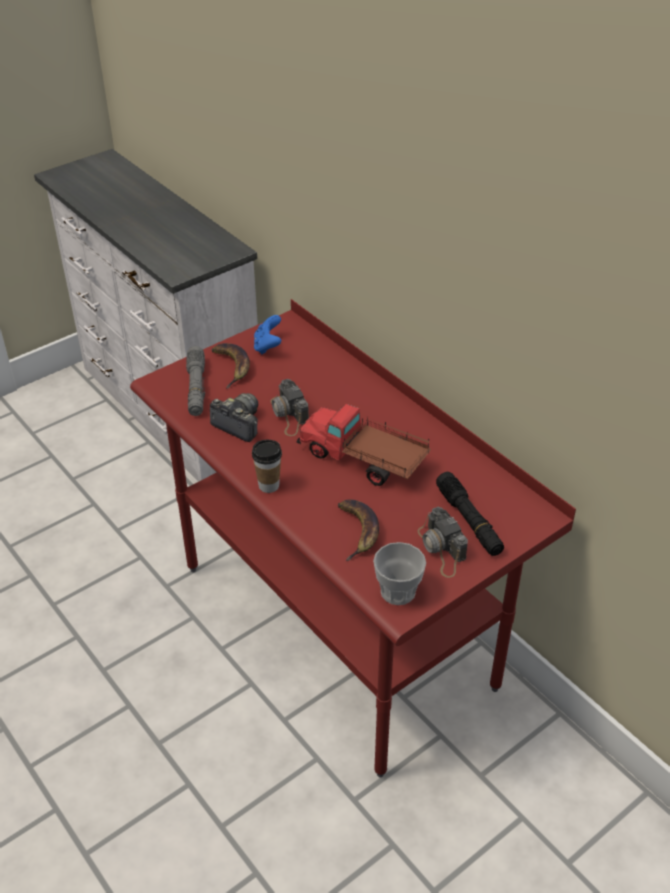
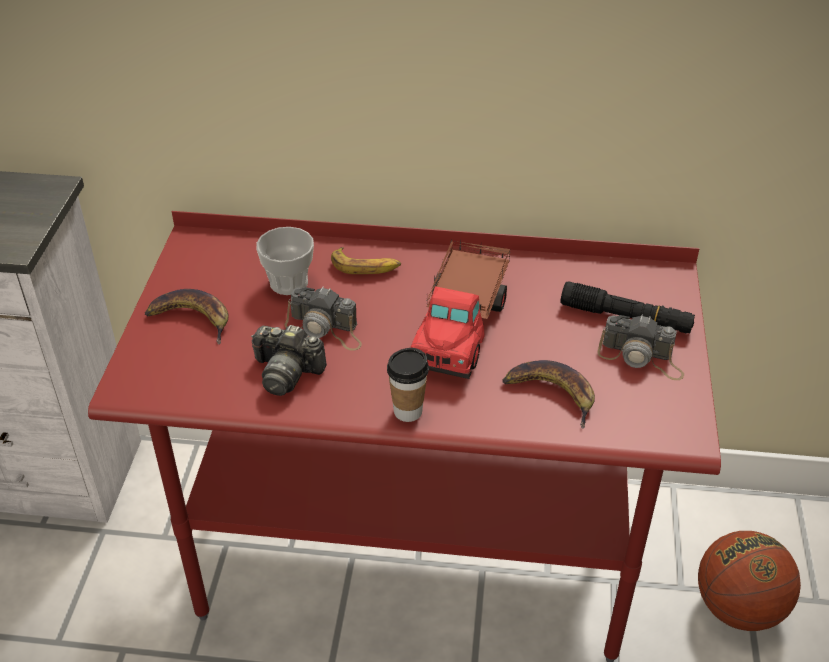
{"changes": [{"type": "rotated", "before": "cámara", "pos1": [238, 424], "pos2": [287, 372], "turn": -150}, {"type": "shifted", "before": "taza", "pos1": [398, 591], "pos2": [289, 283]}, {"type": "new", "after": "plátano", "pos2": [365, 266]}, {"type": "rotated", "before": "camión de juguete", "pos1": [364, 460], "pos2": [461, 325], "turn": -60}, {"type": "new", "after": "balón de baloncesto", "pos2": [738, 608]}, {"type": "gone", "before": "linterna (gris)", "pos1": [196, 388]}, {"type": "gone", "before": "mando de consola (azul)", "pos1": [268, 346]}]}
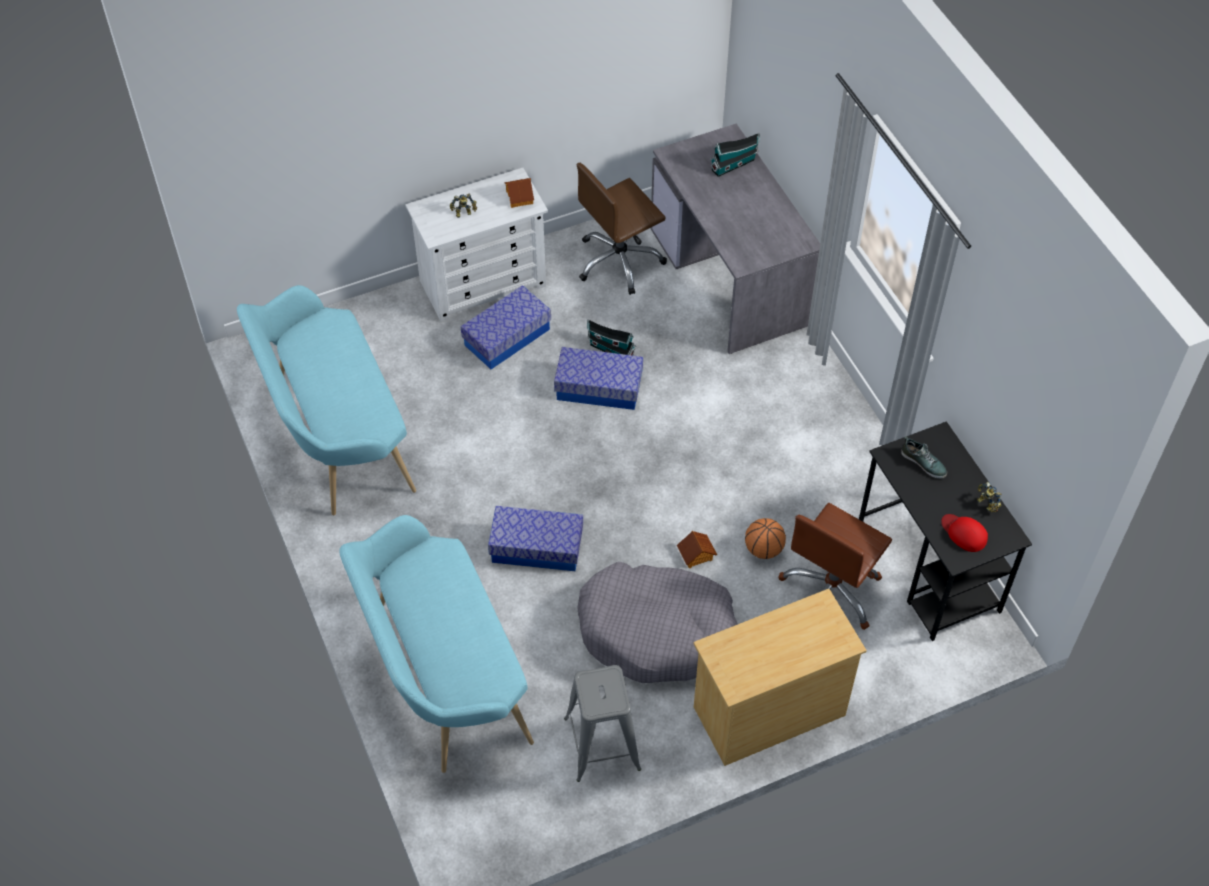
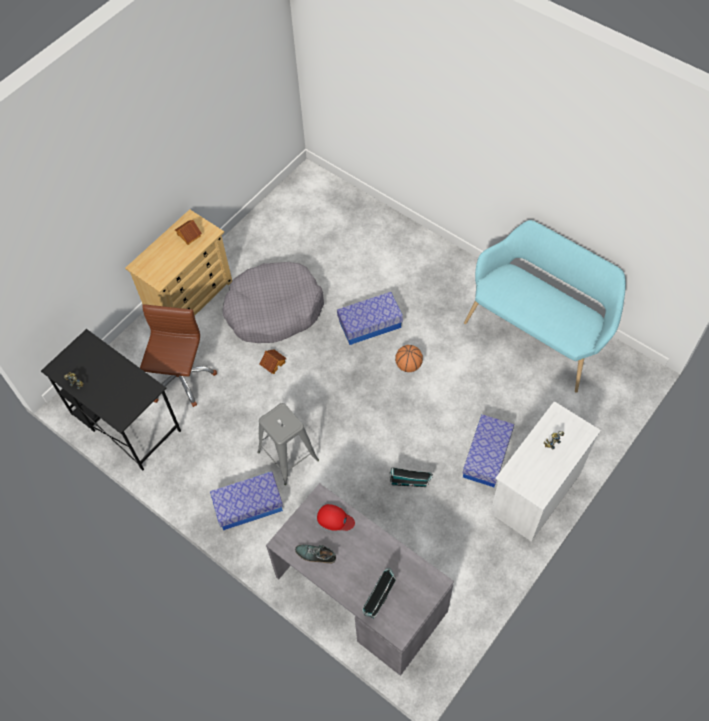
{"changes": [{"type": "shifted", "before": "casita", "pos1": [520, 197], "pos2": [188, 235]}, {"type": "shifted", "before": "caja de almacenaje", "pos1": [599, 388], "pos2": [248, 506]}, {"type": "shifted", "before": "taburete (gris)", "pos1": [602, 743], "pos2": [288, 456]}, {"type": "shifted", "before": "zapato", "pos1": [924, 462], "pos2": [315, 555]}, {"type": "shifted", "before": "gorra (rojo)", "pos1": [964, 533], "pos2": [335, 519]}, {"type": "shifted", "before": "balón de baloncesto", "pos1": [763, 549], "pos2": [408, 365]}, {"type": "gone", "before": "banco (turquesa)", "pos1": [442, 677]}, {"type": "gone", "before": "silla de oficina (marrón)", "pos1": [619, 261]}]}
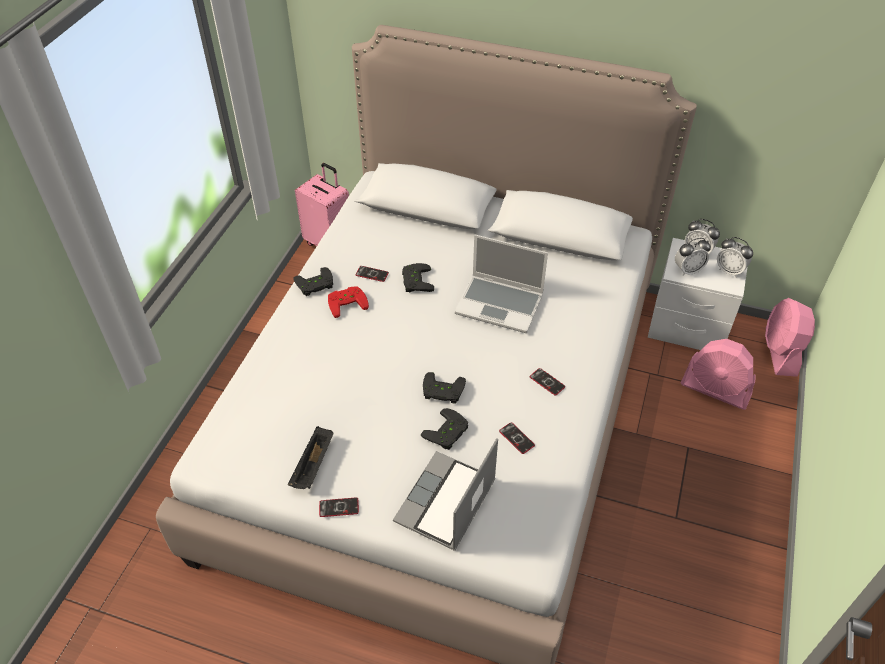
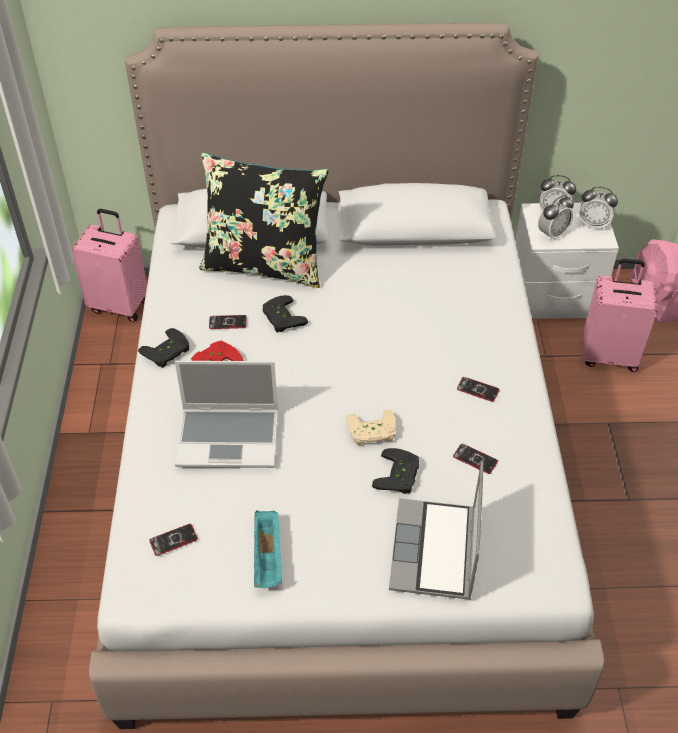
{"changes": [{"type": "shifted", "before": "móvil", "pos1": [339, 507], "pos2": [173, 540]}, {"type": "shifted", "before": "portátil", "pos1": [500, 304], "pos2": [230, 438]}, {"type": "new", "after": "cojín (negro)", "pos2": [264, 264]}, {"type": "repainted", "before": "bandeja (negro)", "after": "bandeja (turquesa)", "pos1": [313, 466], "pos2": [268, 557]}, {"type": "repainted", "before": "mando de consola (negro)", "after": "mando de consola (beis)", "pos1": [442, 392], "pos2": [372, 432]}, {"type": "swapped", "before": "ventilador (rosa)", "after": "maleta (rosa)", "pos1": [715, 390], "pos2": [609, 355]}]}
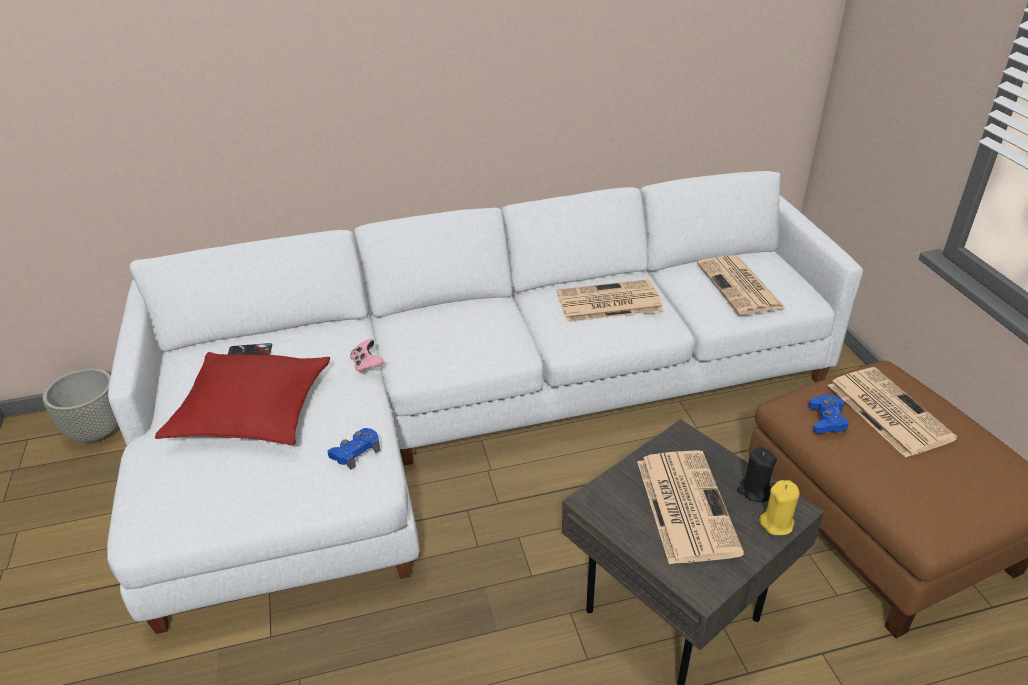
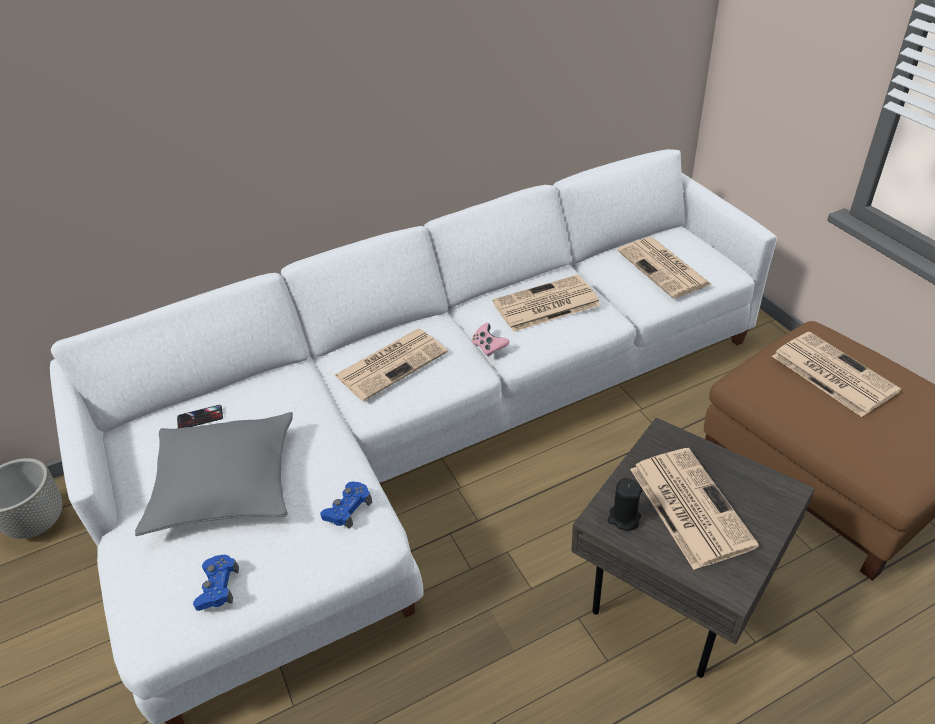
{"changes": [{"type": "repainted", "before": "cojín (rojo)", "after": "cojín (gris)", "pos1": [252, 411], "pos2": [225, 484]}, {"type": "shifted", "before": "mando de consola (azul)", "pos1": [826, 420], "pos2": [218, 587]}, {"type": "new", "after": "periódico", "pos2": [392, 363]}, {"type": "shifted", "before": "mando de consola (rosa)", "pos1": [367, 364], "pos2": [489, 347]}, {"type": "shifted", "before": "vela (negro)", "pos1": [754, 491], "pos2": [624, 518]}, {"type": "gone", "before": "vela (amarillo)", "pos1": [776, 523]}]}
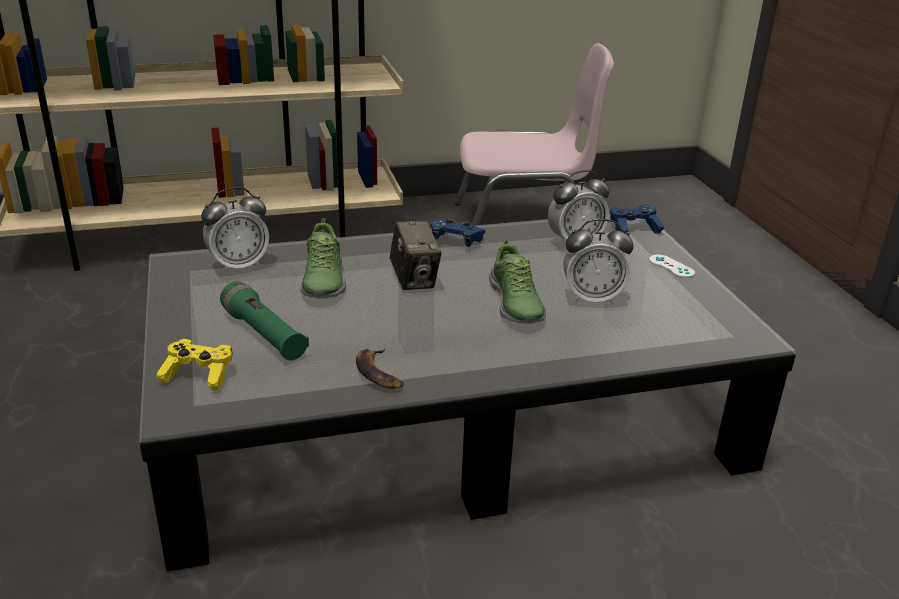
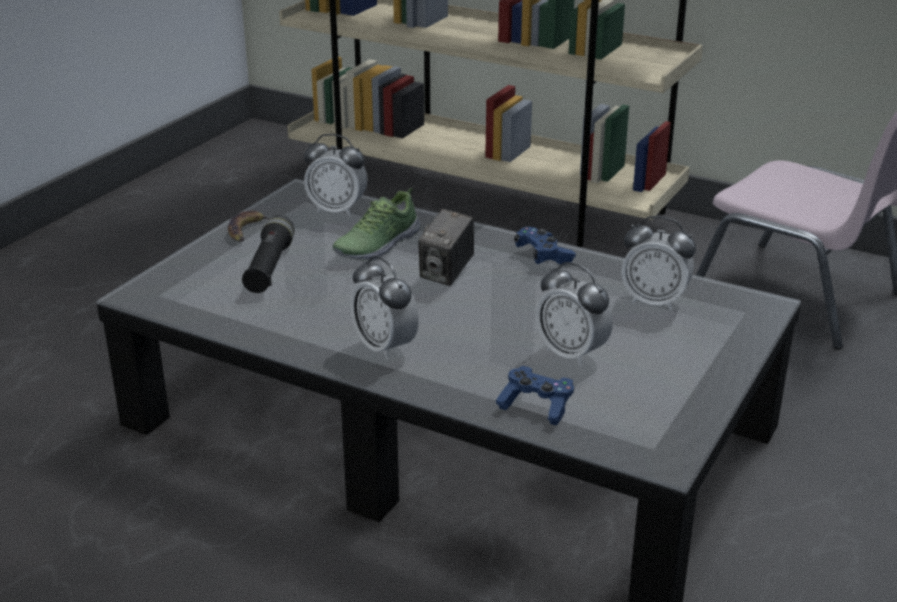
{"changes": [{"type": "shifted", "before": "plátano", "pos1": [379, 373], "pos2": [248, 230]}, {"type": "repainted", "before": "linterna (verde)", "after": "linterna (negro)", "pos1": [264, 334], "pos2": [269, 267]}, {"type": "new", "after": "despertador", "pos2": [385, 347]}, {"type": "shifted", "before": "mando de consola (azul)", "pos1": [634, 229], "pos2": [536, 406]}, {"type": "gone", "before": "mando de consola (amarillo)", "pos1": [198, 375]}, {"type": "gone", "before": "zapato", "pos1": [515, 304]}, {"type": "gone", "before": "mando de consola (blanco)", "pos1": [671, 266]}]}
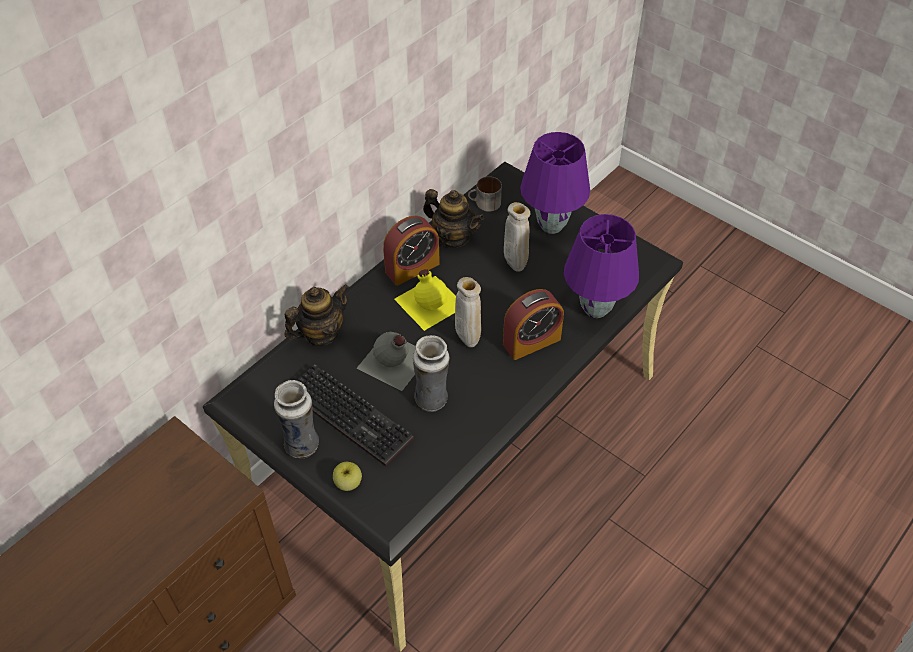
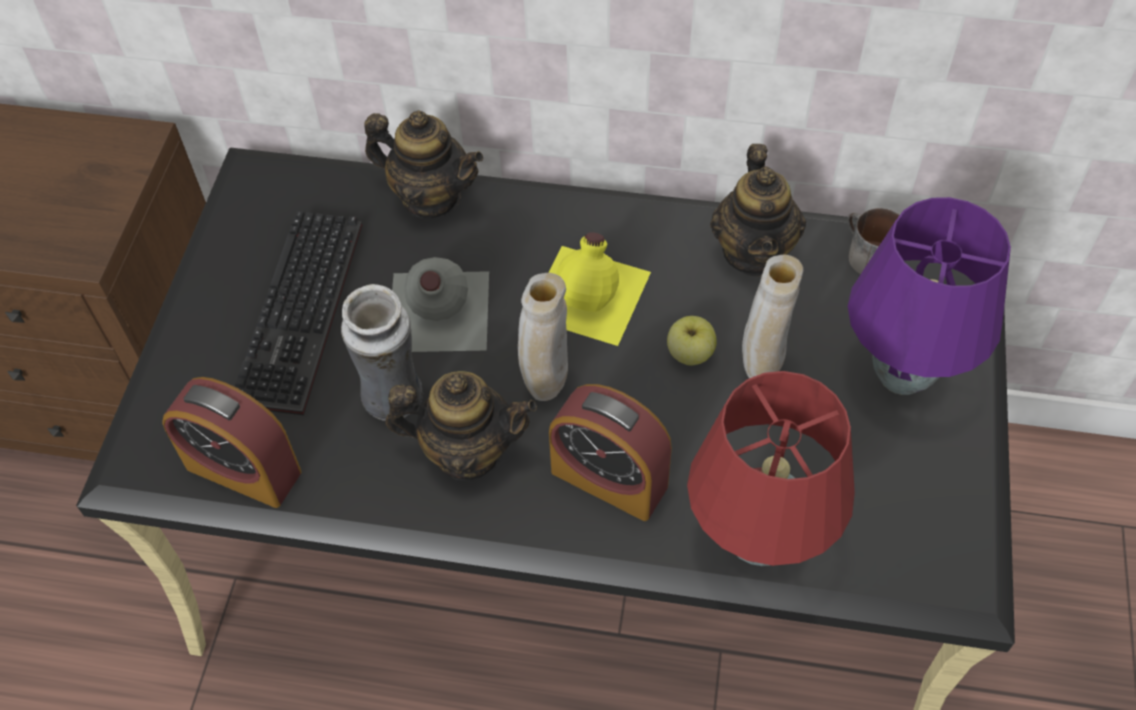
{"changes": [{"type": "shifted", "before": "despertador", "pos1": [412, 268], "pos2": [243, 469]}, {"type": "new", "after": "tetera", "pos2": [467, 451]}, {"type": "shifted", "before": "manzana", "pos1": [348, 483], "pos2": [690, 353]}, {"type": "repainted", "before": "lámpara de mesa (morado)", "after": "lámpara de mesa (rojo)", "pos1": [594, 309], "pos2": [757, 541]}, {"type": "gone", "before": "florero", "pos1": [302, 444]}]}
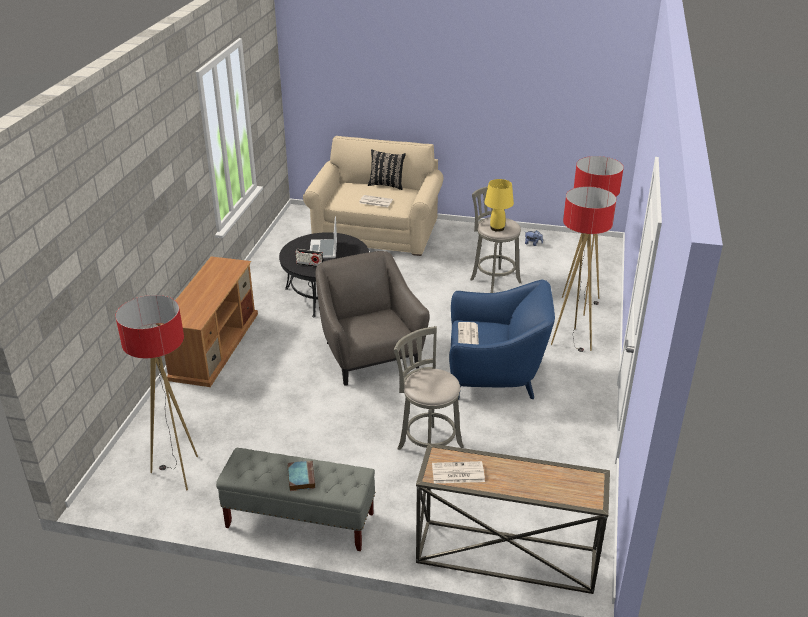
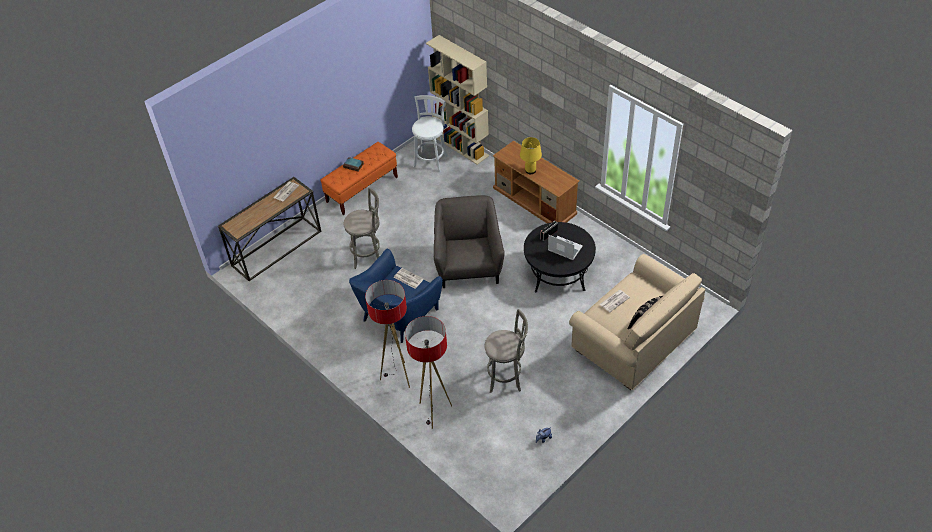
{"changes": [{"type": "repainted", "before": "banco (gris)", "after": "banco (naranja)", "pos1": [299, 521], "pos2": [362, 189]}, {"type": "swapped", "before": "lámpara de pie", "after": "taburete (blanco)", "pos1": [178, 473], "pos2": [431, 160]}, {"type": "new", "after": "estantería (beis)", "pos2": [461, 146]}, {"type": "rotated", "before": "sillón (gris)", "pos1": [369, 355], "pos2": [468, 265], "turn": -105}, {"type": "shifted", "before": "lámpara de mesa (amarillo)", "pos1": [497, 228], "pos2": [530, 170]}]}
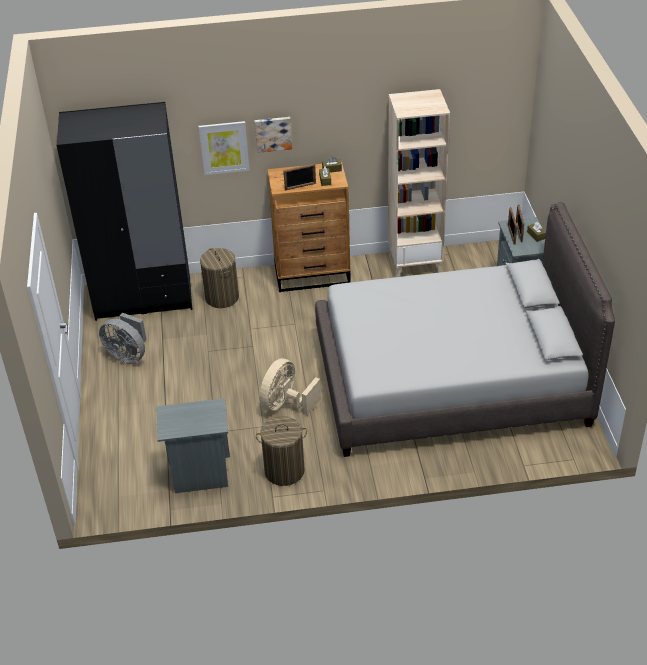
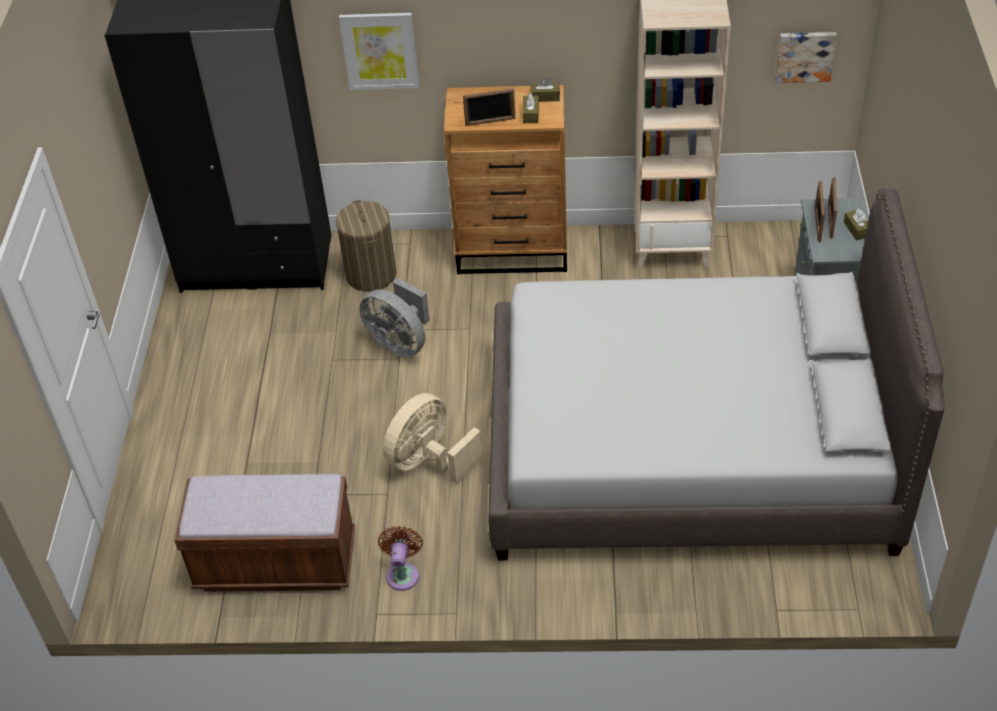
{"changes": [{"type": "swapped", "before": "mesita de noche (gris)", "after": "banco (marrón)", "pos1": [199, 475], "pos2": [276, 563]}, {"type": "shifted", "before": "ventilador (gris)", "pos1": [128, 355], "pos2": [400, 343]}, {"type": "swapped", "before": "cesto de la ropa", "after": "ventilador (marrón)", "pos1": [284, 471], "pos2": [403, 573]}, {"type": "shifted", "before": "cuadro", "pos1": [273, 133], "pos2": [805, 55]}]}
